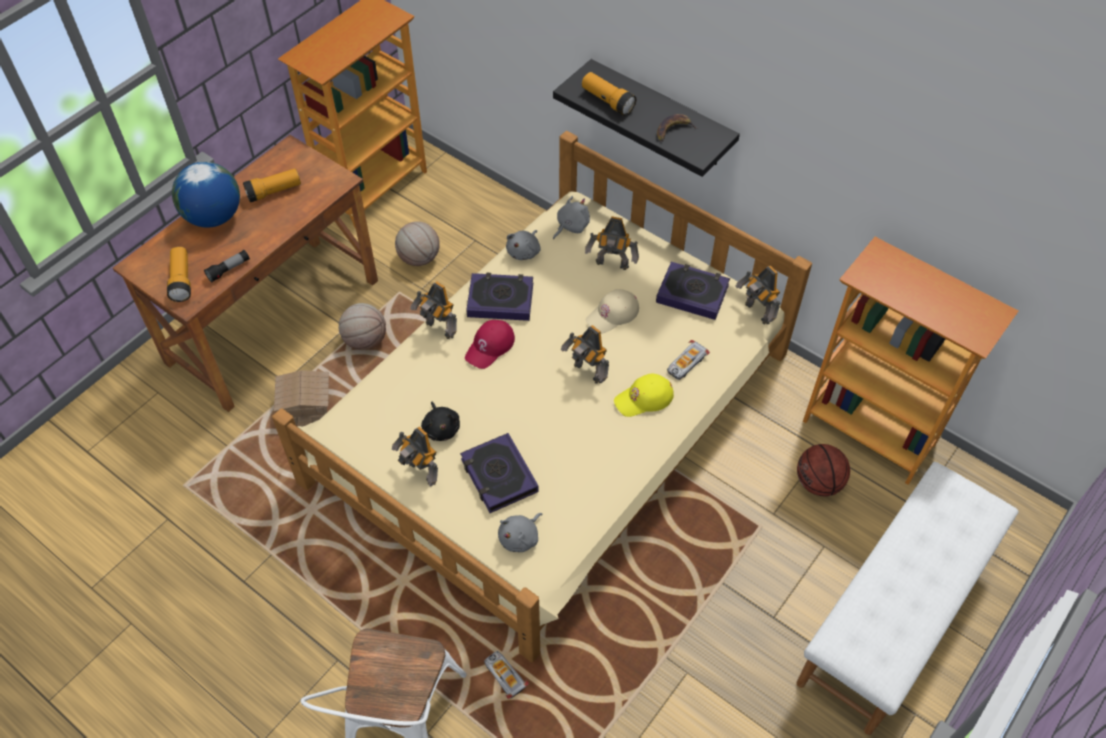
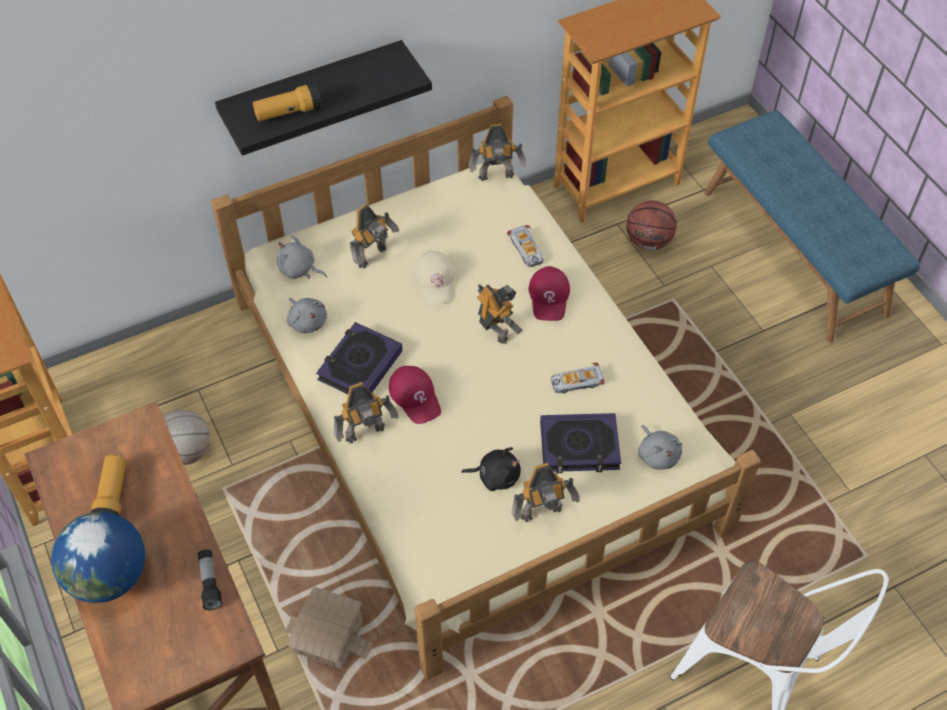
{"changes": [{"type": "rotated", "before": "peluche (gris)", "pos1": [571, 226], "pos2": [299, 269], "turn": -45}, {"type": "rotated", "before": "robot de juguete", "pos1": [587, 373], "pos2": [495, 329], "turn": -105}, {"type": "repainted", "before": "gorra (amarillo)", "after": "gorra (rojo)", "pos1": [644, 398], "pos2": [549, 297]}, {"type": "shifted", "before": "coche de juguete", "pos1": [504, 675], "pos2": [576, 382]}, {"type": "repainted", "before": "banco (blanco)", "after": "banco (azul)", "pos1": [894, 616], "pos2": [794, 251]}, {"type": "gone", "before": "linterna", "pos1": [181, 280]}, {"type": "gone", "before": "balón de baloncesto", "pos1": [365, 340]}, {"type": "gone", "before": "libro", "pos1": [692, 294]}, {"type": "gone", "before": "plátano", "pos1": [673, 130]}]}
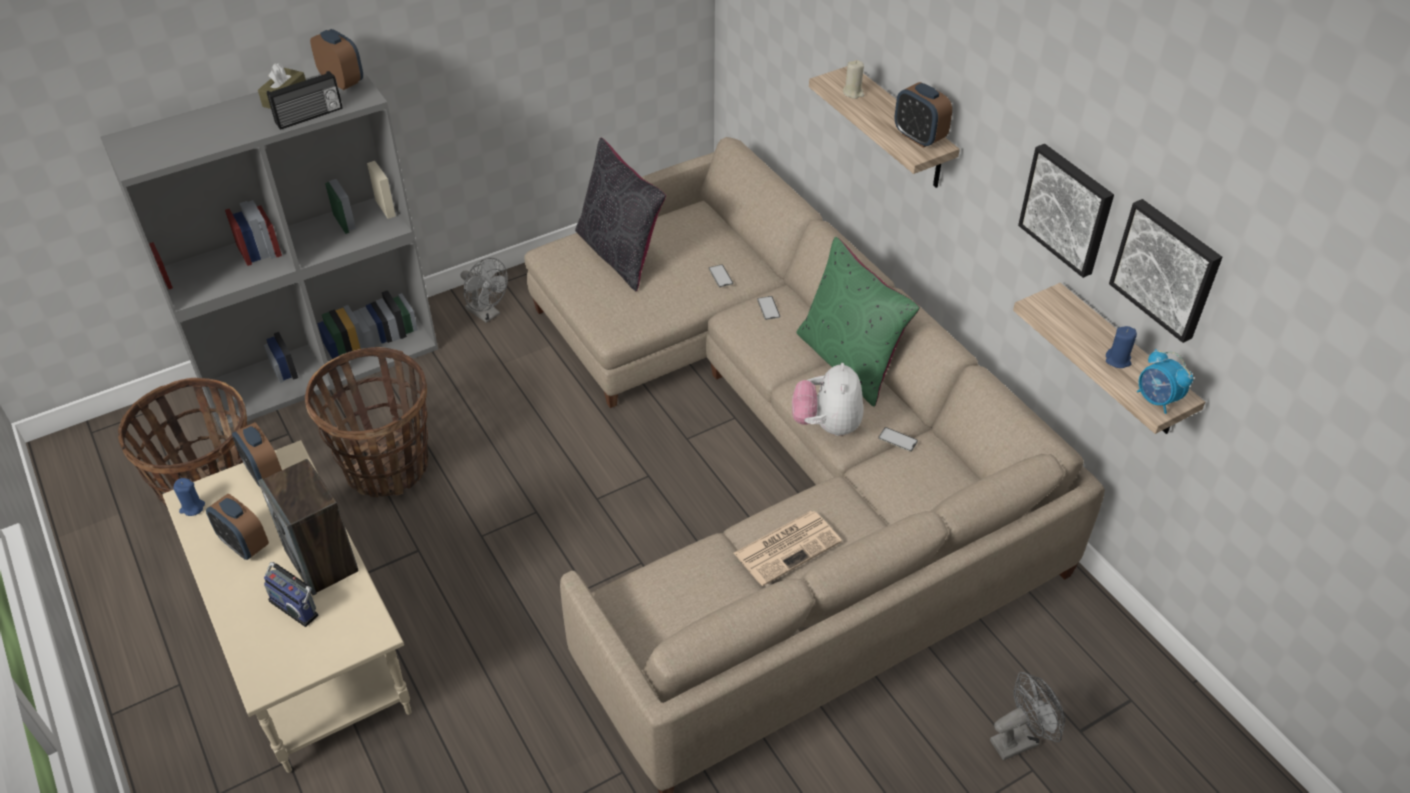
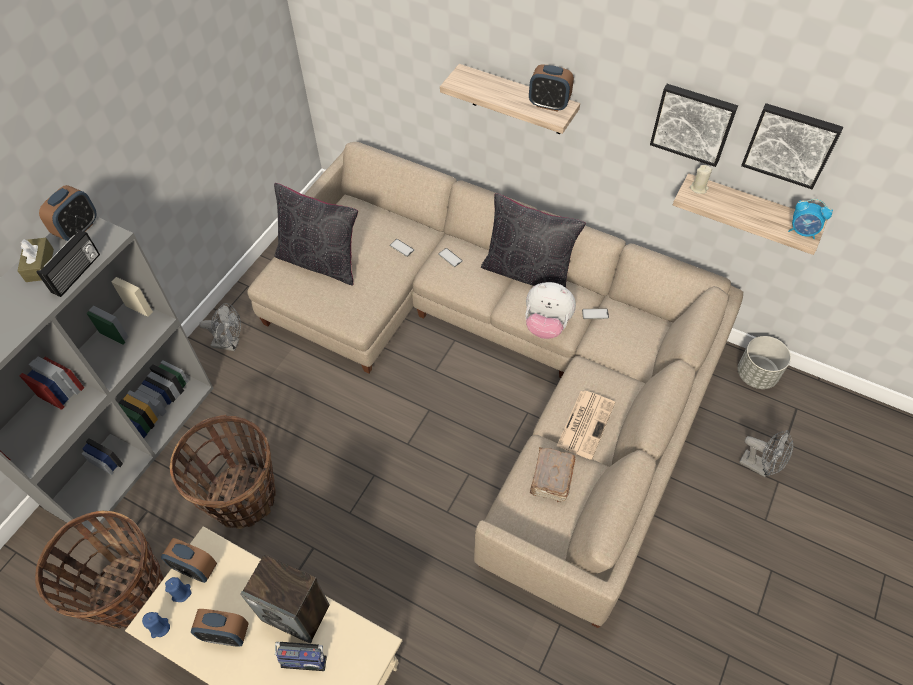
{"changes": [{"type": "rotated", "before": "despertador", "pos1": [342, 81], "pos2": [78, 229], "turn": 105}, {"type": "shifted", "before": "vela (azul)", "pos1": [1118, 360], "pos2": [181, 593]}, {"type": "repainted", "before": "cojín (verde)", "after": "cojín (negro)", "pos1": [849, 361], "pos2": [527, 273]}, {"type": "rotated", "before": "peluche", "pos1": [827, 425], "pos2": [546, 325], "turn": -45}, {"type": "new", "after": "libro (marrón)", "pos2": [551, 479]}, {"type": "shifted", "before": "vela (beis)", "pos1": [853, 93], "pos2": [699, 188]}, {"type": "new", "after": "maceta (gris)", "pos2": [756, 374]}, {"type": "rotated", "before": "ventilador (gris)", "pos1": [1020, 739], "pos2": [759, 466], "turn": 90}]}
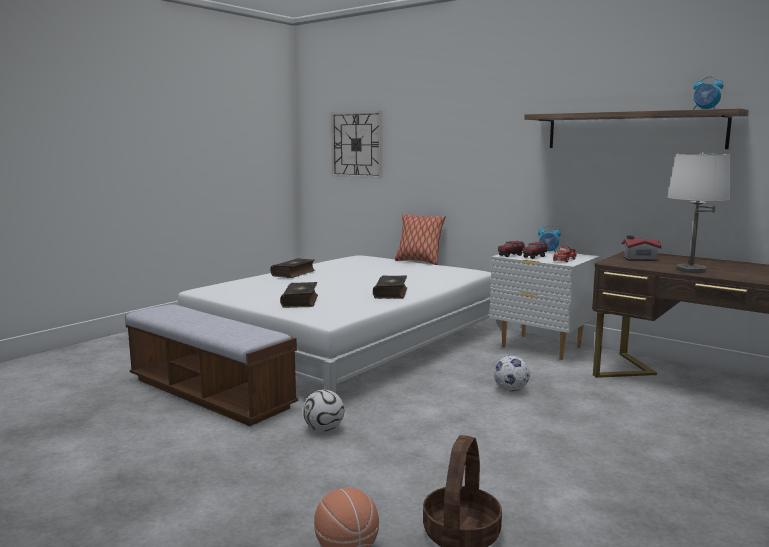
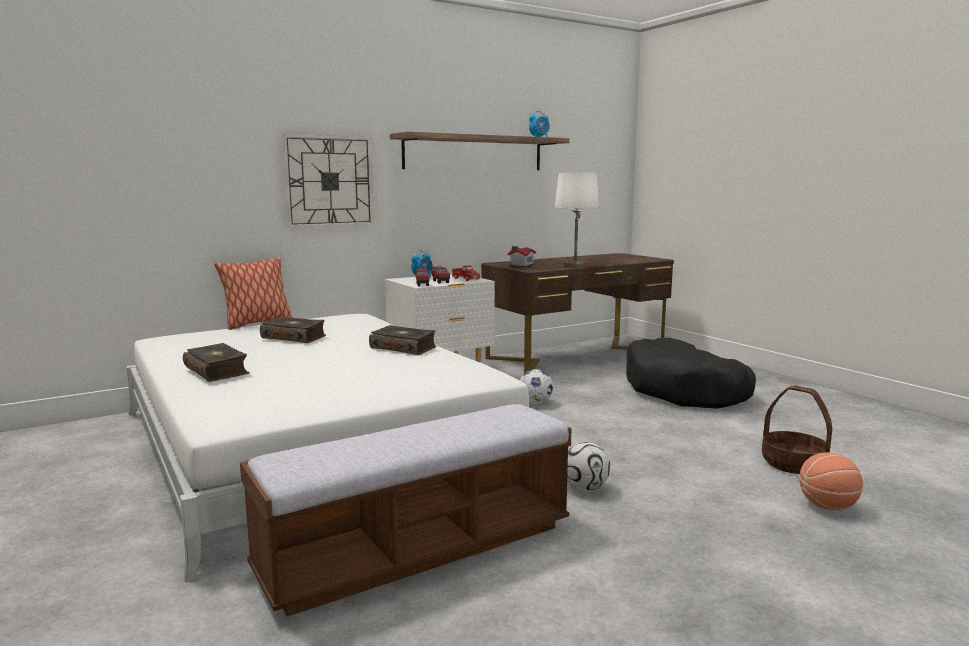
{"changes": [{"type": "shifted", "before": "libro", "pos1": [301, 301], "pos2": [294, 337]}, {"type": "shifted", "before": "reloj de pared", "pos1": [357, 144], "pos2": [329, 181]}, {"type": "new", "after": "cama para perro (negro)", "pos2": [684, 391]}]}
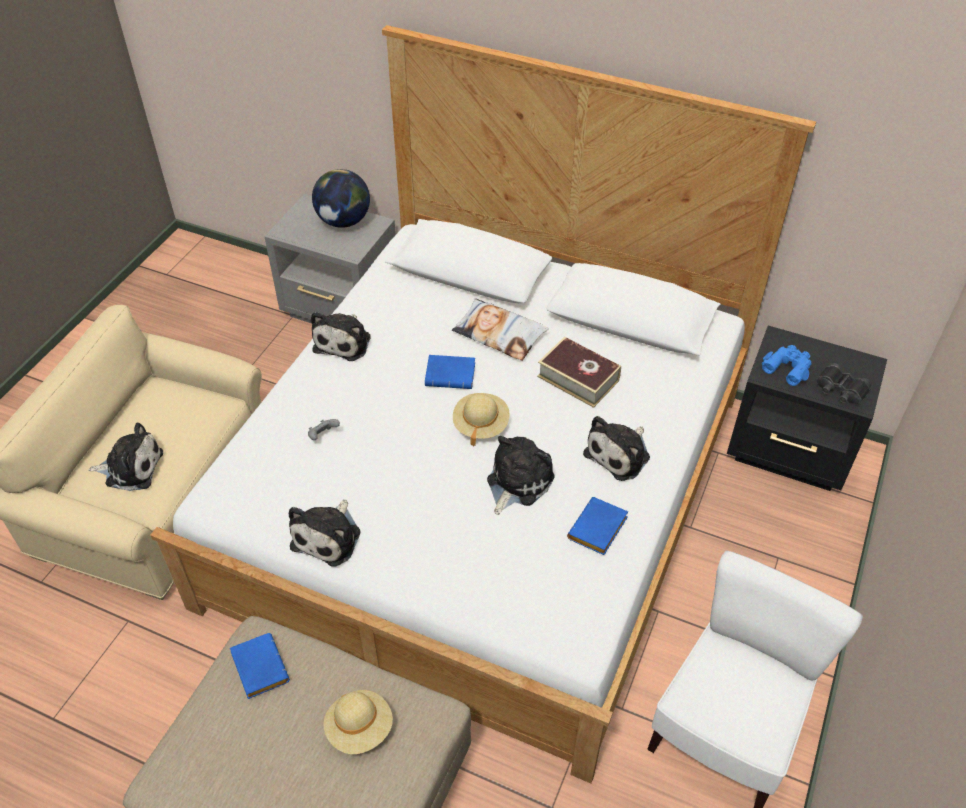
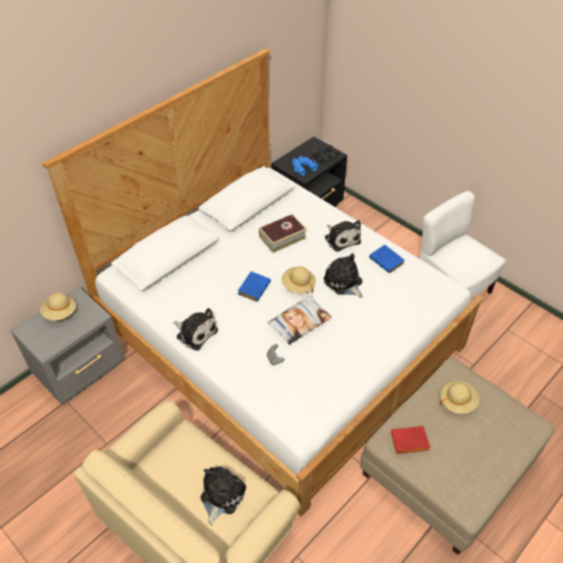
{"changes": [{"type": "swapped", "before": "globo terráqueo", "after": "sombrero (beis)", "pos1": [344, 221], "pos2": [60, 313]}, {"type": "shifted", "before": "cojín", "pos1": [499, 334], "pos2": [299, 322]}, {"type": "repainted", "before": "libro (azul)", "after": "libro (rojo)", "pos1": [258, 667], "pos2": [408, 442]}, {"type": "gone", "before": "peluche", "pos1": [329, 536]}]}
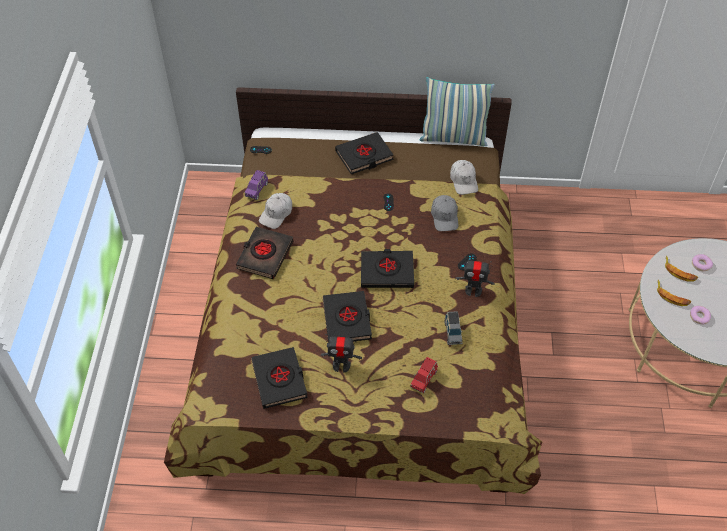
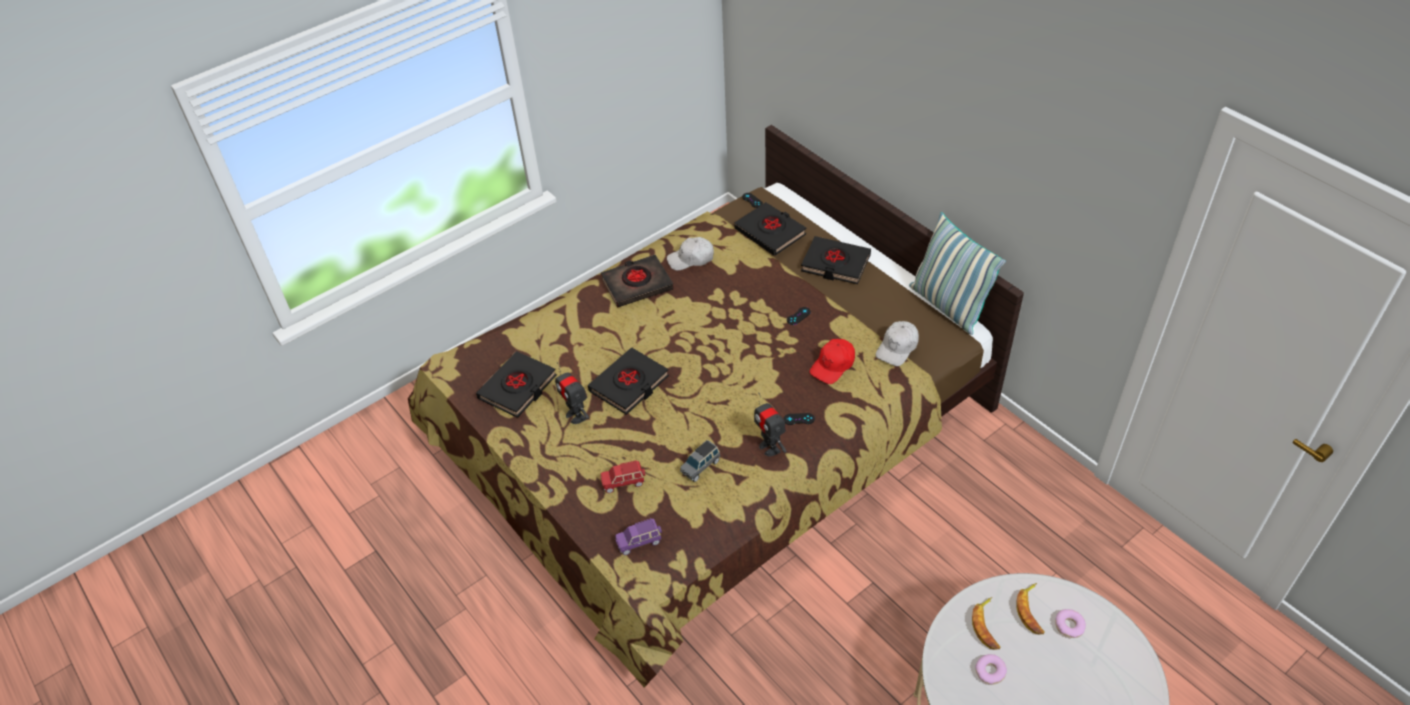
{"changes": [{"type": "shifted", "before": "coche de juguete (morado)", "pos1": [257, 190], "pos2": [639, 542]}, {"type": "shifted", "before": "libro (negro)", "pos1": [387, 272], "pos2": [770, 232]}, {"type": "repainted", "before": "gorra (gris)", "after": "gorra (rojo)", "pos1": [445, 217], "pos2": [833, 365]}]}
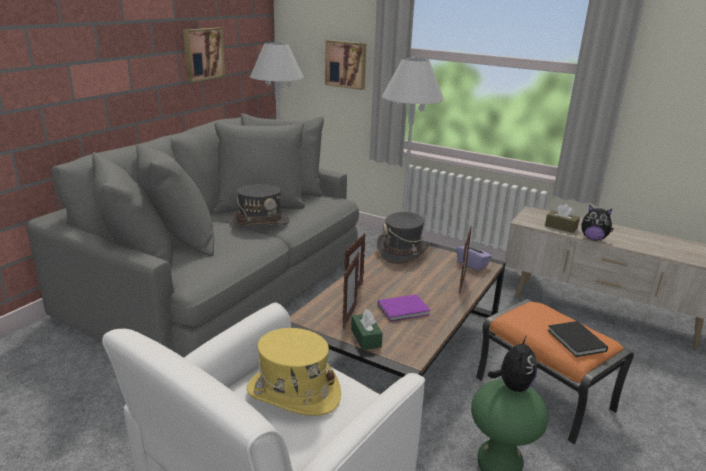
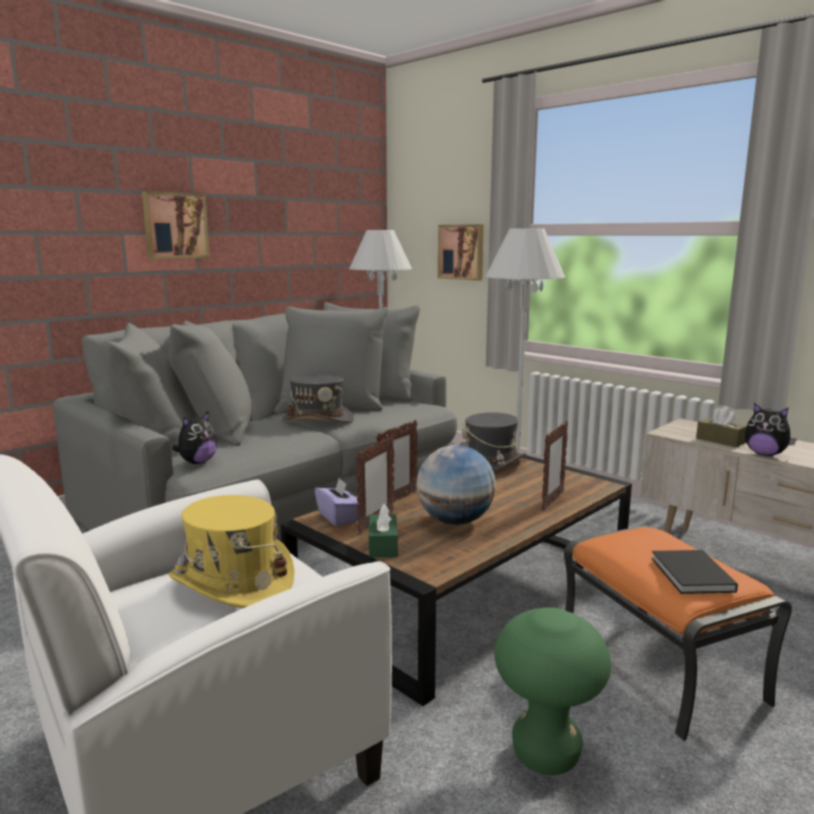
{"changes": [{"type": "shifted", "before": "cuadro", "pos1": [203, 53], "pos2": [175, 226]}, {"type": "shifted", "before": "peluche", "pos1": [512, 386], "pos2": [197, 462]}, {"type": "shifted", "before": "caja de pañuelos (morado)", "pos1": [472, 264], "pos2": [338, 517]}, {"type": "swapped", "before": "libro (morado)", "after": "globo terráqueo", "pos1": [405, 310], "pos2": [455, 521]}]}
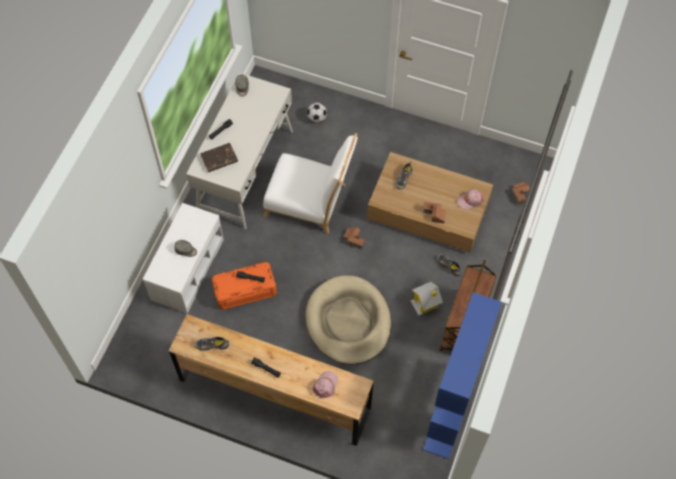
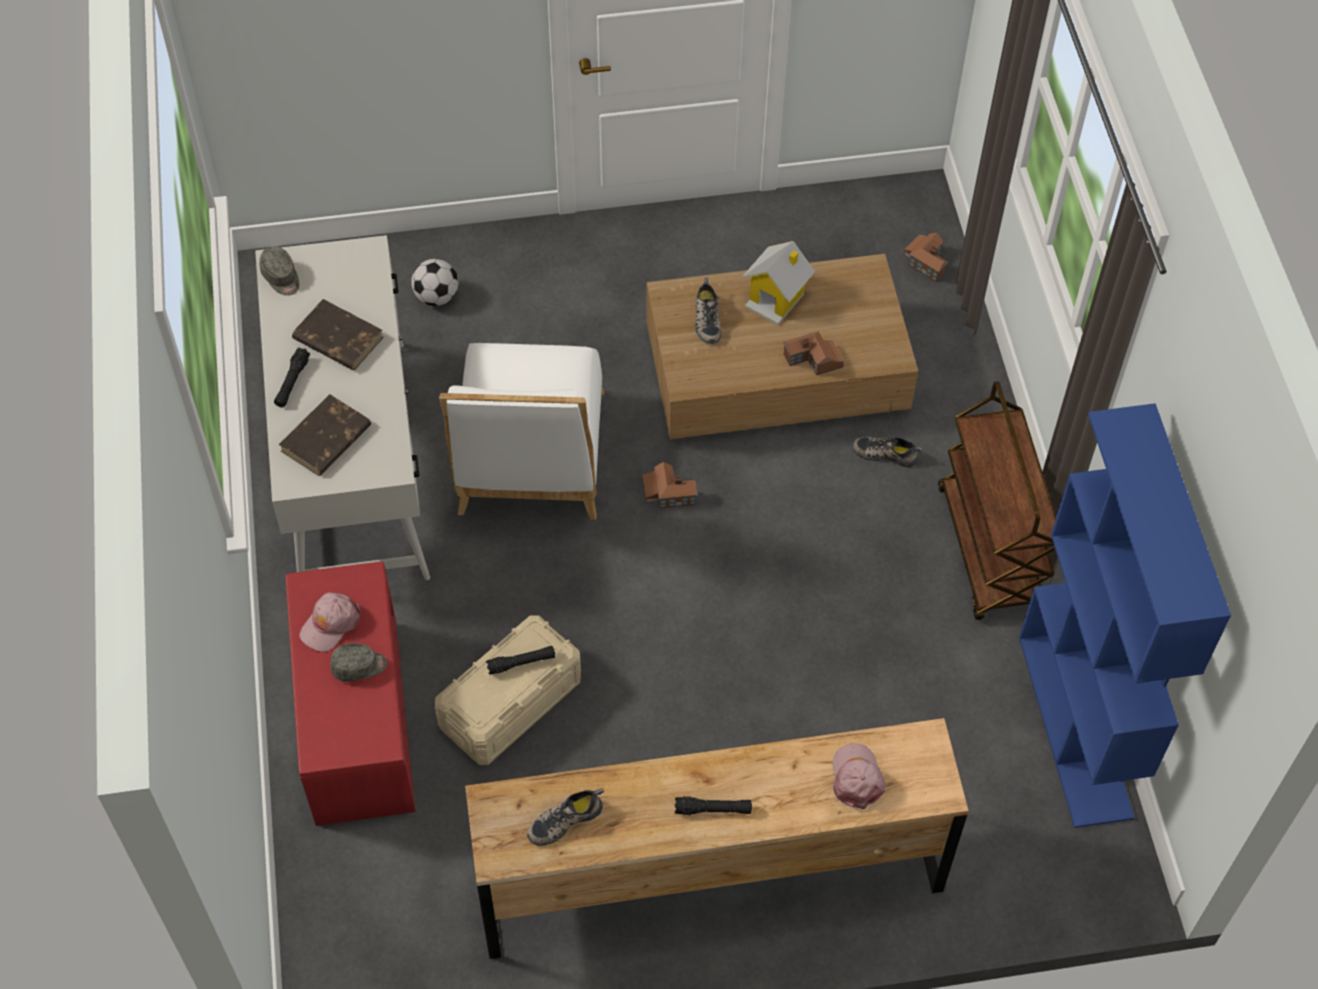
{"changes": [{"type": "repainted", "before": "banco (blanco)", "after": "banco (rojo)", "pos1": [187, 268], "pos2": [354, 720]}, {"type": "new", "after": "libro (marrón)", "pos2": [337, 338]}, {"type": "shifted", "before": "gorra (rosa)", "pos1": [470, 200], "pos2": [330, 624]}, {"type": "repainted", "before": "caja de almacenaje (naranja)", "after": "caja de almacenaje (beis)", "pos1": [245, 291], "pos2": [511, 703]}, {"type": "rotated", "before": "silla (blanco)", "pos1": [310, 202], "pos2": [530, 463], "turn": 105}, {"type": "shifted", "before": "casita", "pos1": [425, 304], "pos2": [776, 299]}, {"type": "gone", "before": "cama para perro (beis)", "pos1": [348, 322]}]}
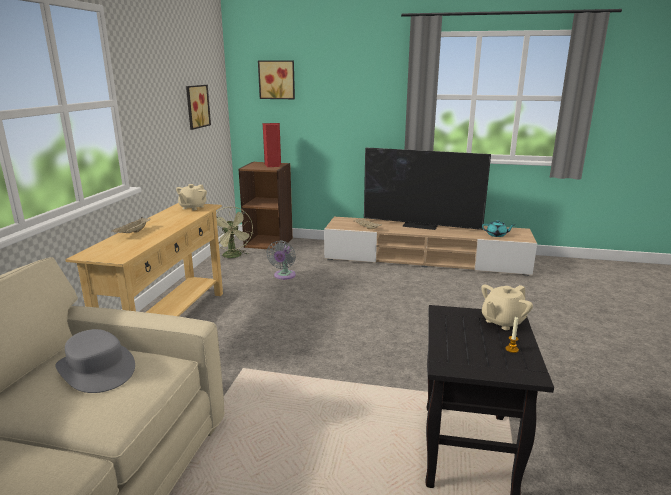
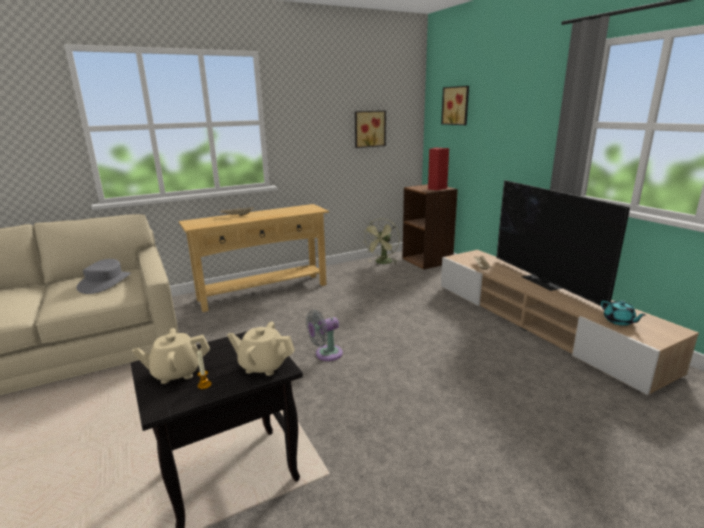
{"changes": [{"type": "shifted", "before": "tetera (beis)", "pos1": [192, 207], "pos2": [176, 373]}, {"type": "shifted", "before": "ventilador (gris)", "pos1": [284, 276], "pos2": [326, 354]}]}
